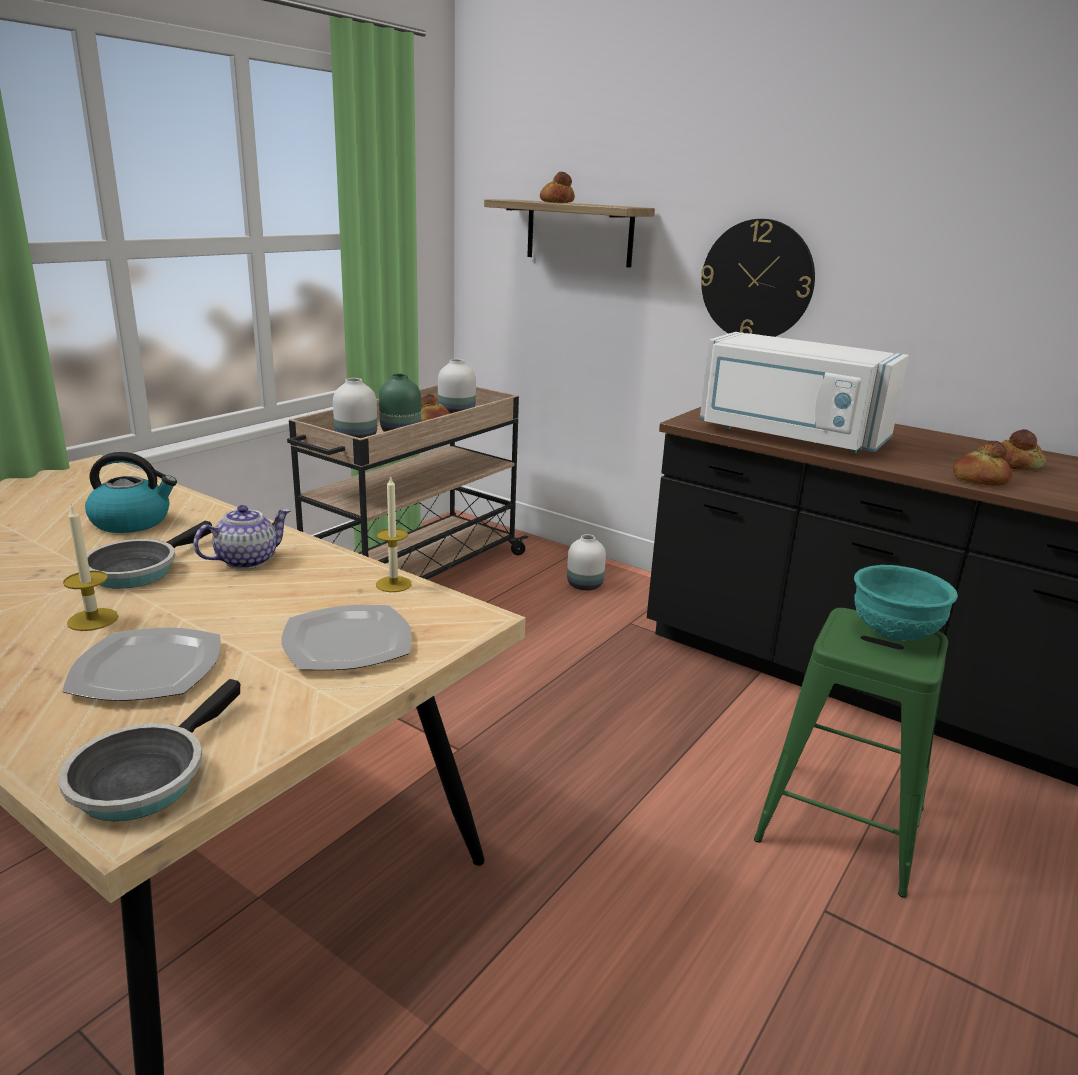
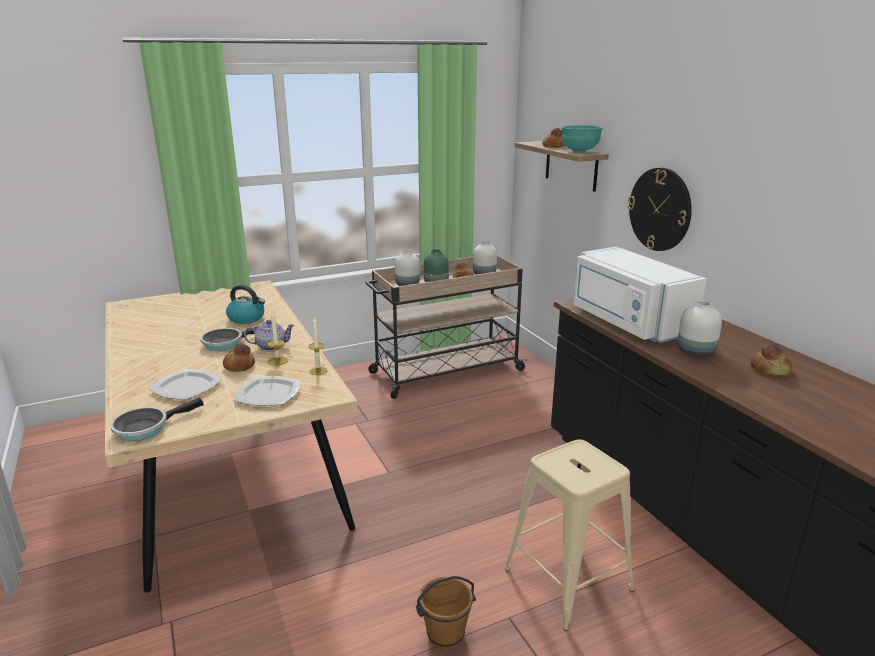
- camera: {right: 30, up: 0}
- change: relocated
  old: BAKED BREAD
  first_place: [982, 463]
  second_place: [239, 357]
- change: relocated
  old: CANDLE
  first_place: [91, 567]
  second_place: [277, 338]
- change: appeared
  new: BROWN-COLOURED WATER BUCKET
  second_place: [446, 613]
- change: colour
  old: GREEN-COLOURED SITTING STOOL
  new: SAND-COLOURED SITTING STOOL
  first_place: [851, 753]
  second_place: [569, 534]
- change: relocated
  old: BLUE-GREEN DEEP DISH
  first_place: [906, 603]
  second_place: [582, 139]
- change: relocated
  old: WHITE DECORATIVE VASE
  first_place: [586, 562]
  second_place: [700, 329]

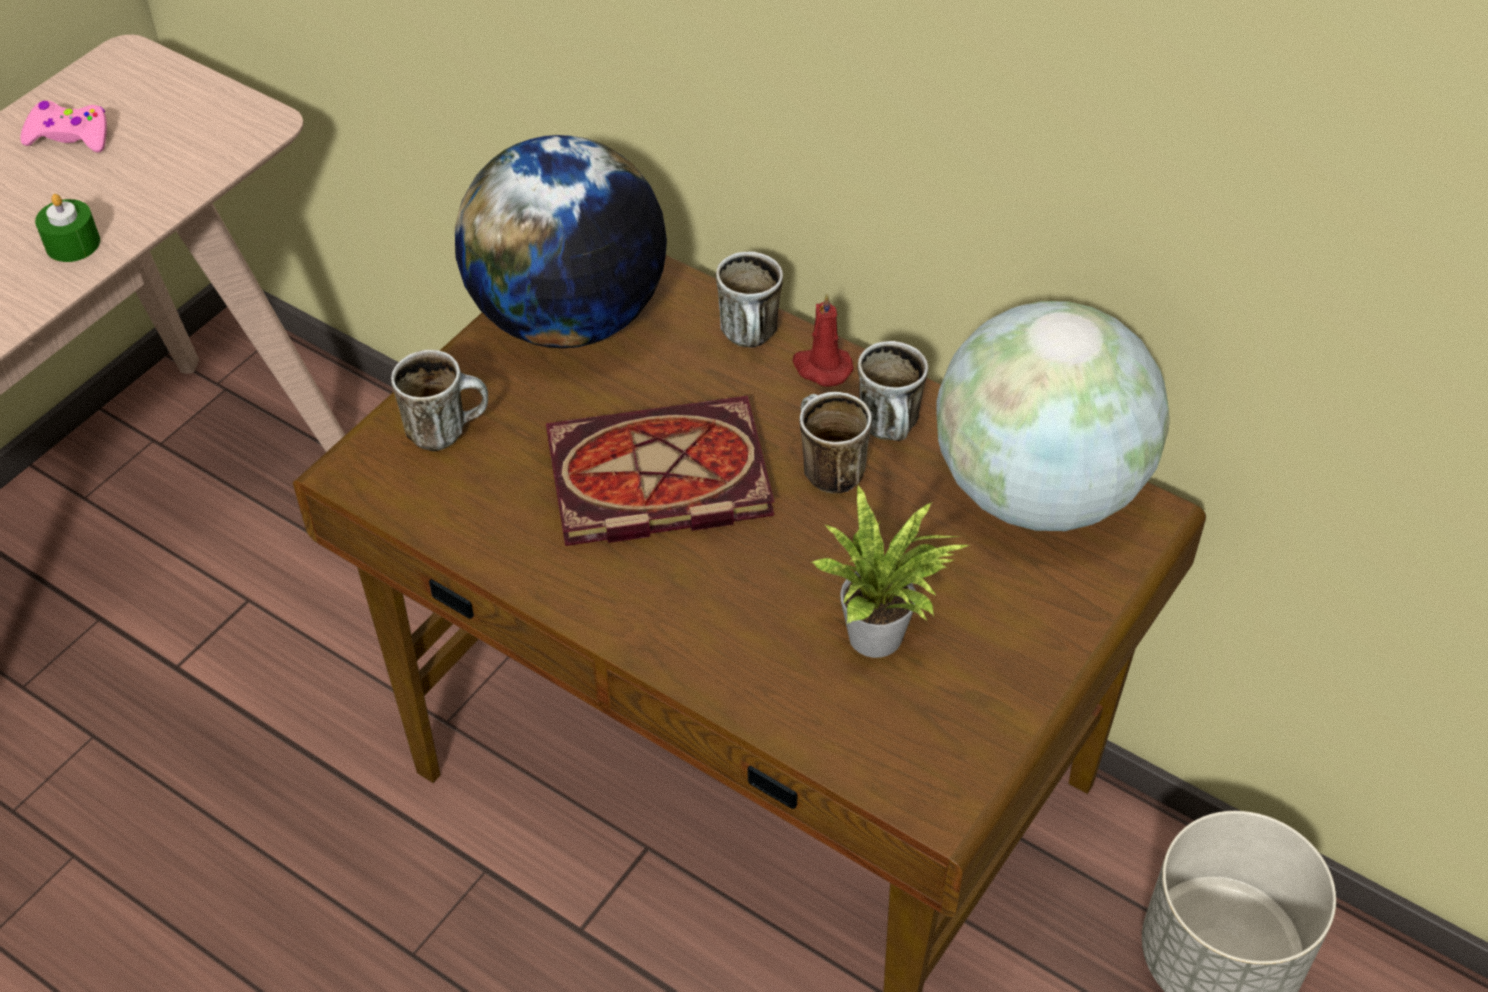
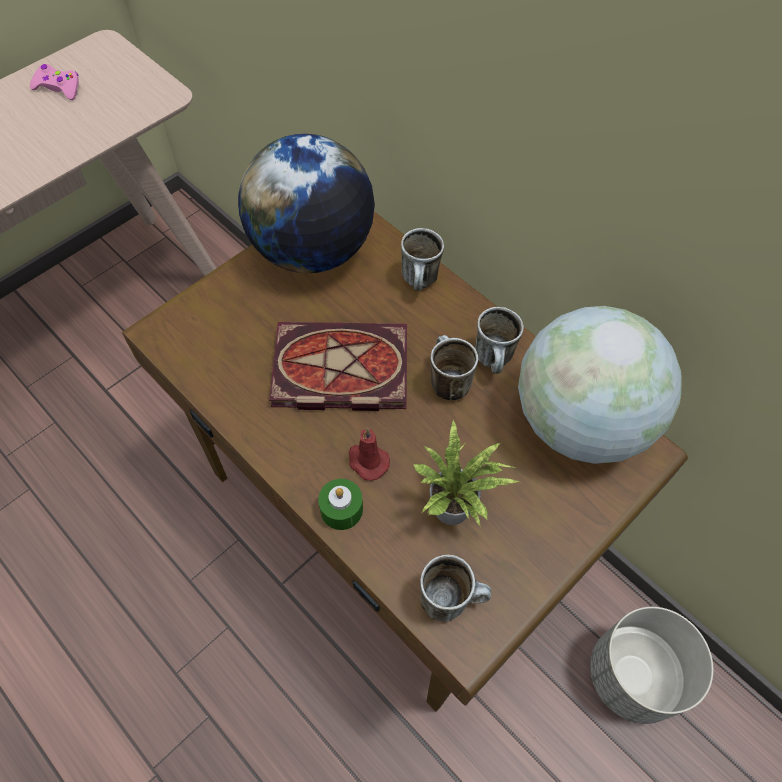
- camera: {right: 10, up: 10}
- change: relocated
  old: GREEN-COLOURED CANDLE
  first_place: [67, 228]
  second_place: [340, 504]
- change: relocated
  old: RED CANDLE
  first_place: [823, 340]
  second_place: [369, 454]
- change: relocated
  old: TEA MUG
  first_place: [439, 400]
  second_place: [455, 588]

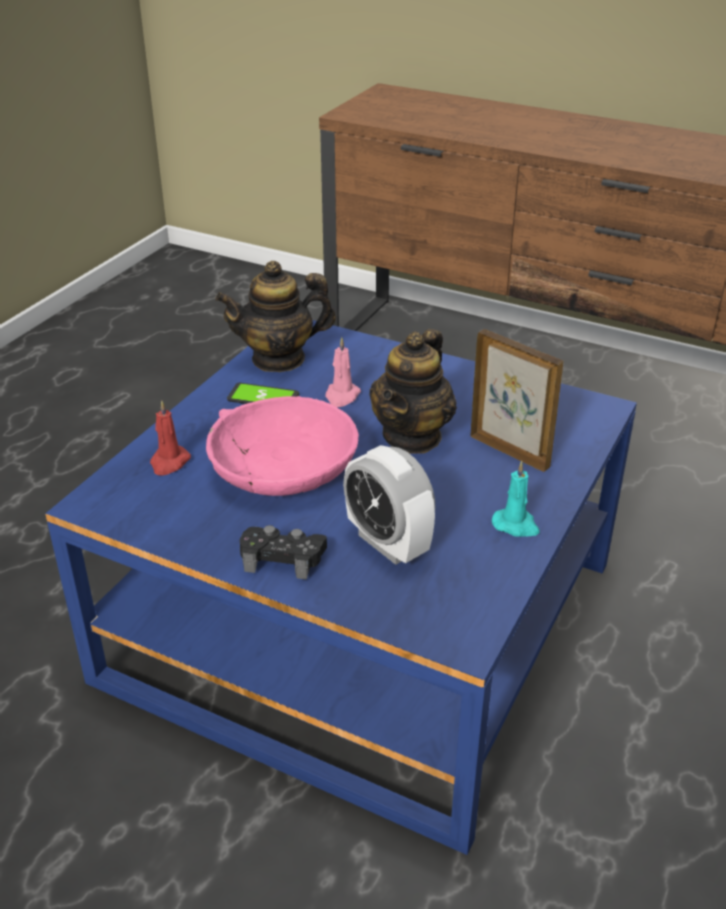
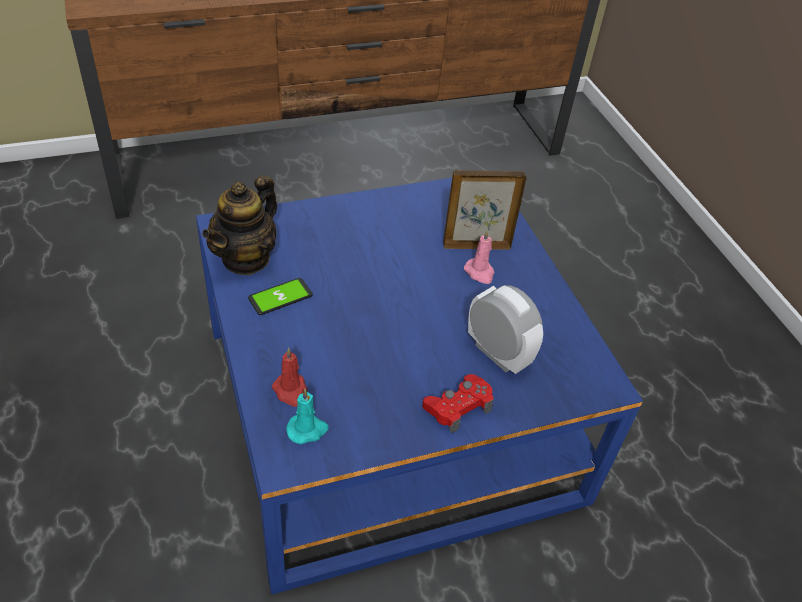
- camera: {right: -50, up: 10}
- change: relocated
  old: BLUE-GREEN CANDLE
  first_place: [516, 499]
  second_place: [307, 416]
- change: colour
  old: BLACK-COLOURED GAMEPAD
  new: RED GAMEPAD
  first_place: [283, 552]
  second_place: [458, 403]
- change: relocated
  old: PINK CANDLE
  first_place: [343, 372]
  second_place: [479, 257]
- change: spun
  old: ALARM CLOCK
  first_place: [389, 505]
  second_place: [505, 329]
  degrees: -135
- change: missing
  old: PINK DEEP DISH
  first_place: [282, 446]
- change: missing
  old: TEAPOT
  first_place: [413, 391]

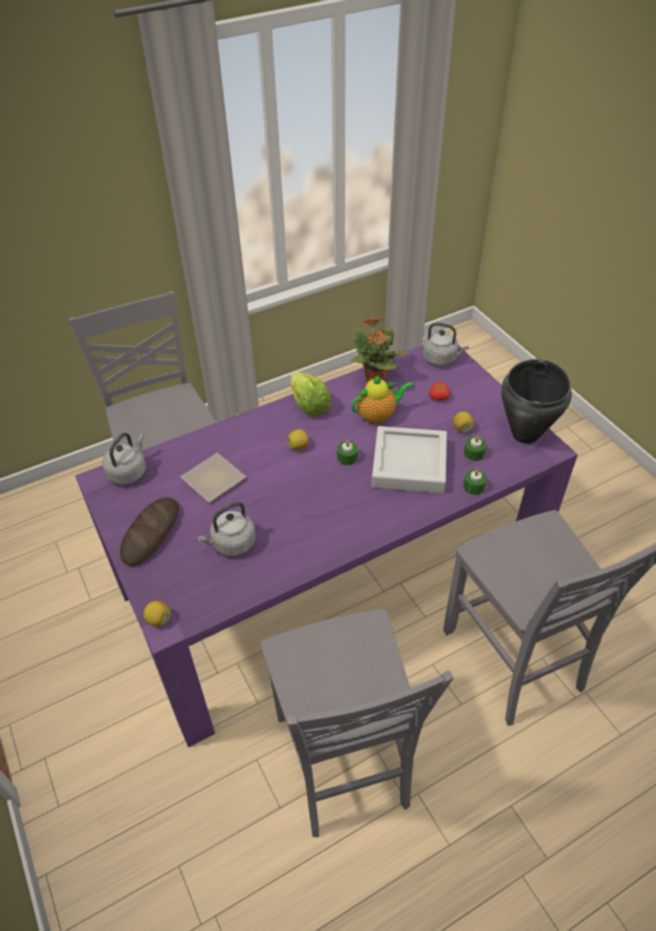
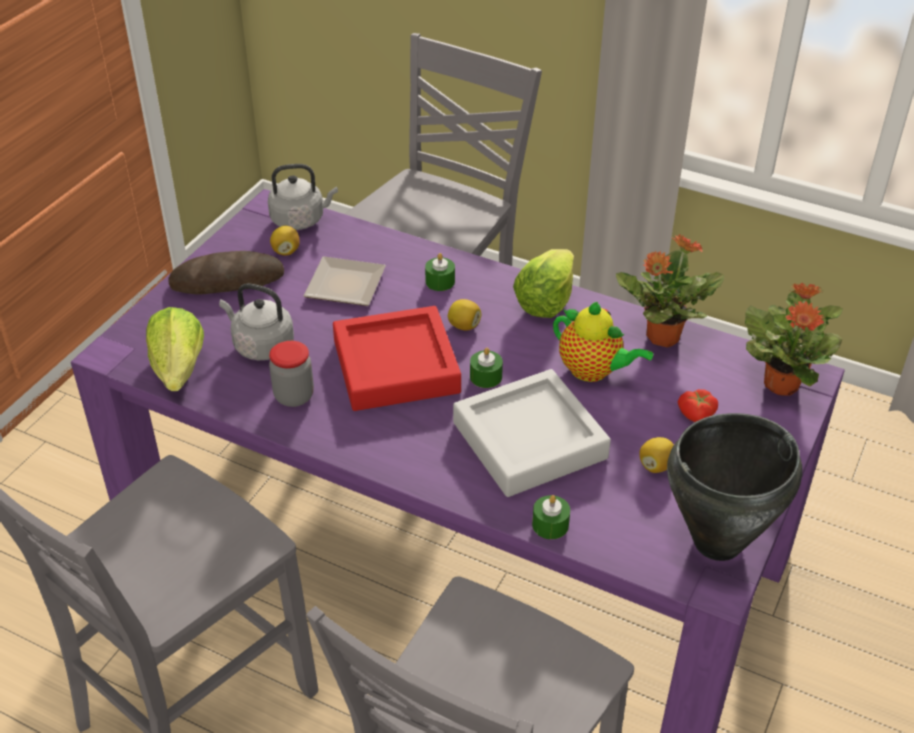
- camera: {right: 55, up: -5}
- change: appeared
  new: LETTUCE
  second_place: [175, 349]
- change: appeared
  new: PRESERVE JAR
  second_place: [291, 374]
- change: relocated
  old: WHOLE LEMON
  first_place: [157, 613]
  second_place: [285, 241]
- change: appeared
  new: RED TRAY
  second_place: [397, 358]
- change: relocated
  old: GREEN-COLOURED CANDLE
  first_place: [475, 448]
  second_place: [440, 272]
- change: exchanged
  old: GRAY KETTLE
  new: PLANT IN A POT
  first_place: [445, 344]
  second_place: [794, 339]

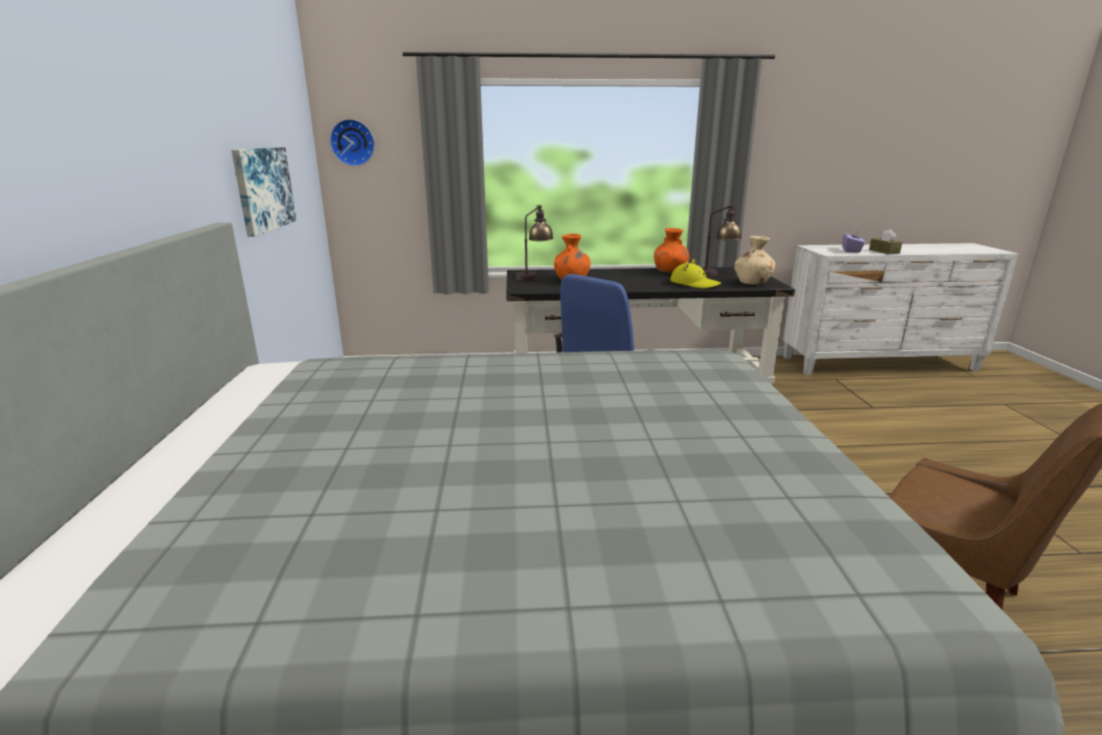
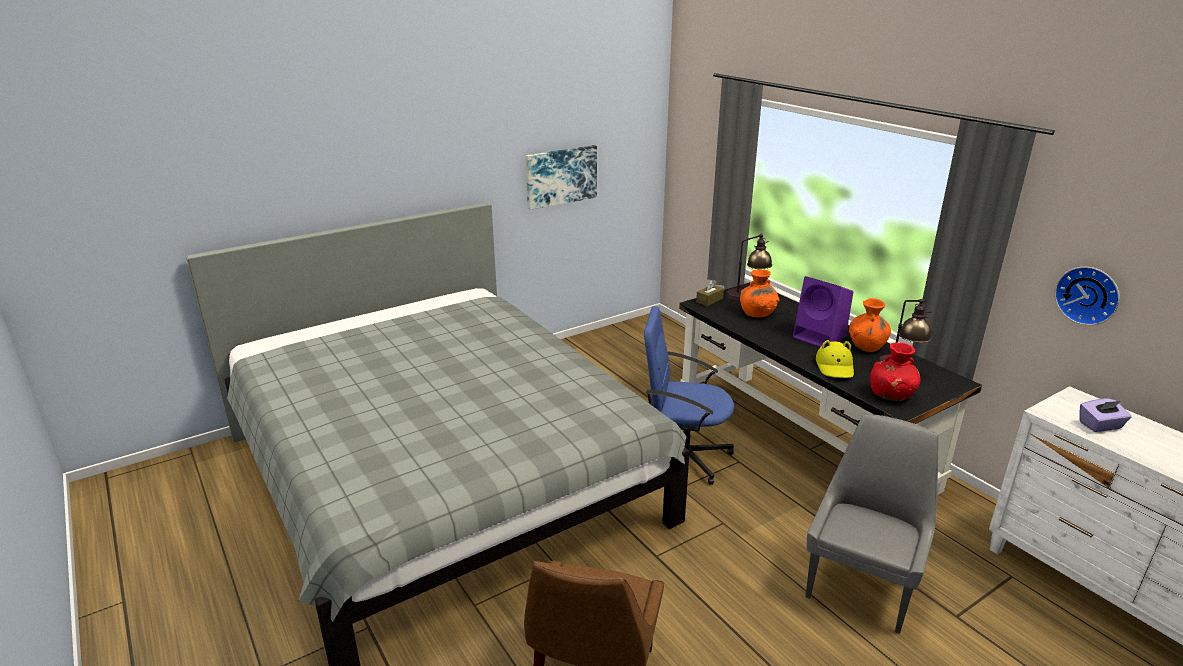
- camera: {right: 60, up: 5}
- change: relocated
  old: BROWN-COLOURED TISSUE BOX
  first_place: [885, 241]
  second_place: [710, 293]
- change: appeared
  new: PURPLE AUDIO SPEAKER
  second_place: [823, 311]
- change: appeared
  new: GRAY PLAIN CHAIR
  second_place: [872, 524]
- change: colour
  old: SAND-COLOURED DECORATIVE VASE
  new: RED DECORATIVE VASE
  first_place: [755, 260]
  second_place: [895, 371]
- change: relocated
  old: WALL CLOCK
  first_place: [352, 142]
  second_place: [1087, 296]

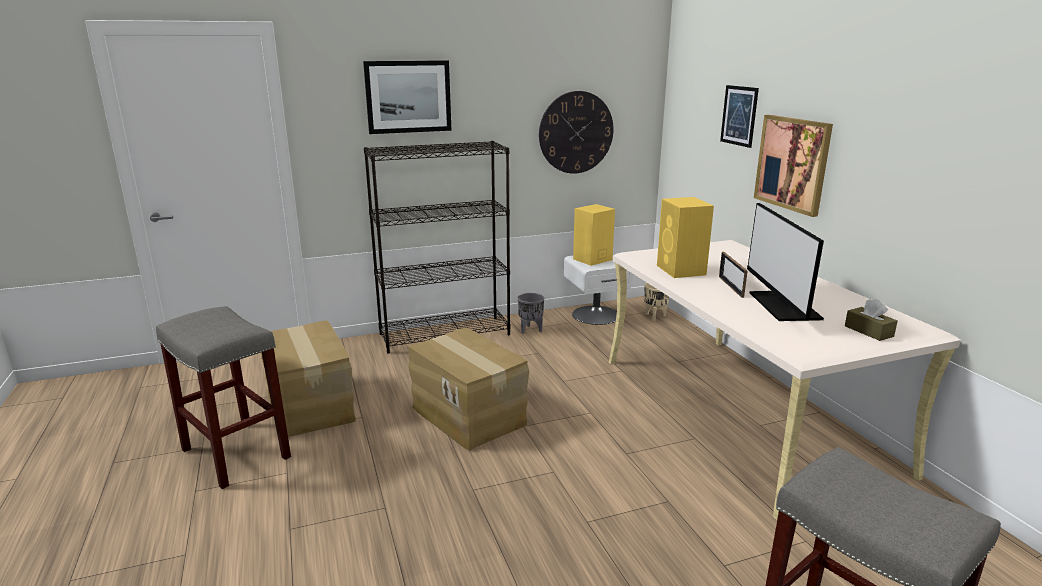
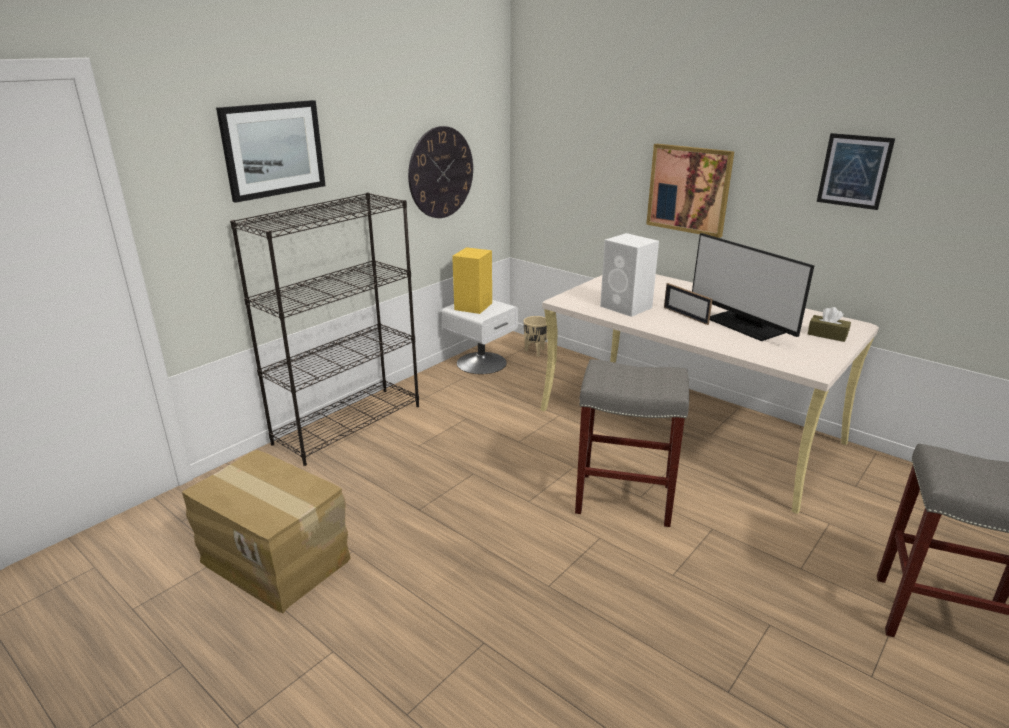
- camera: {right: -30, up: 5}
- change: relocated
  old: GRAY SITTING STOOL
  first_place: [223, 397]
  second_place: [632, 443]
- change: colour
  old: YELLOWISH AUDIO SPEAKER
  new: WHITE AUDIO SPEAKER
  first_place: [685, 237]
  second_place: [629, 275]
- change: relocated
  old: WALL PICTURE
  first_place: [739, 116]
  second_place: [856, 171]
- change: missing
  old: CARTON
  first_place: [468, 389]
- change: missing
  old: GRAY PLANT POT
  first_place: [531, 313]

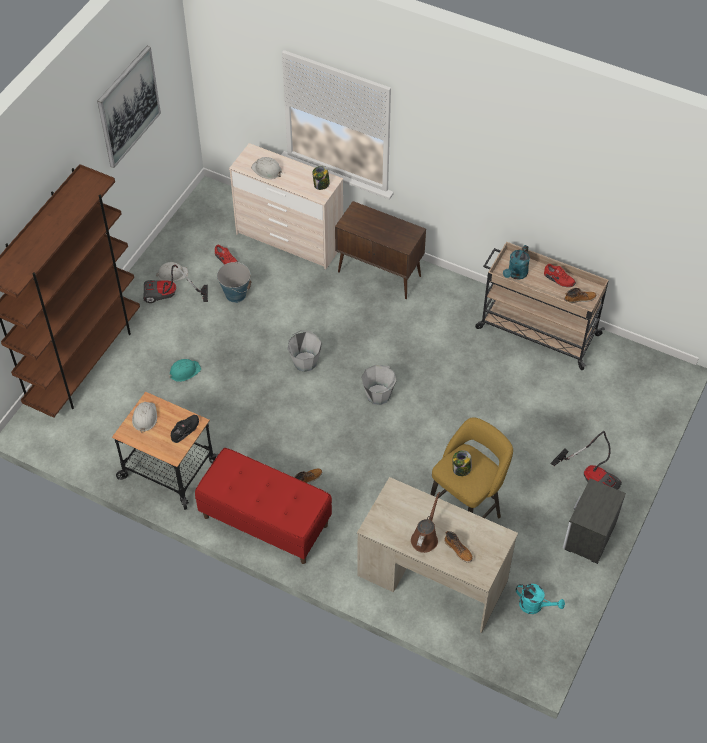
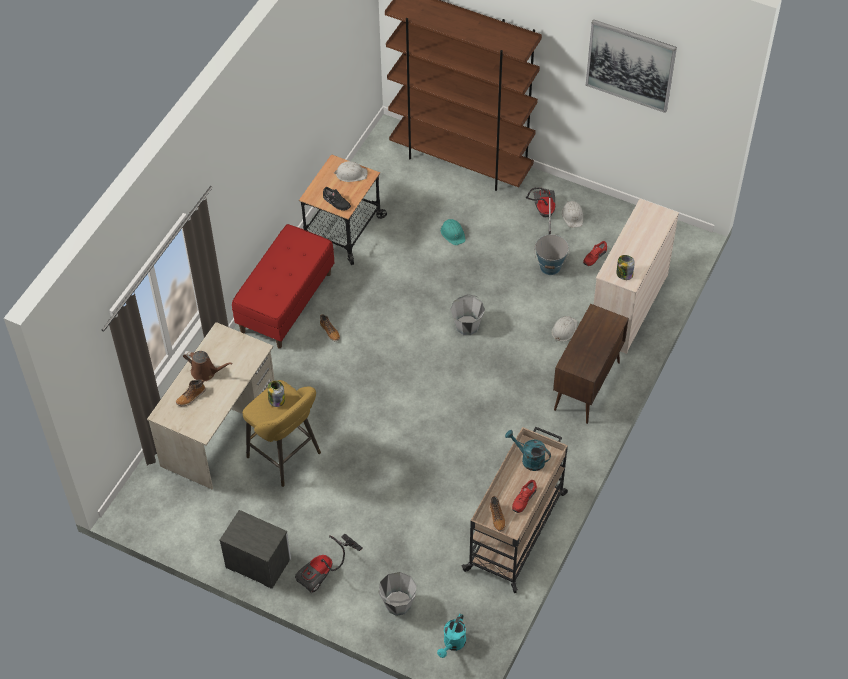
- camera: {right: 90, up: 0}
- change: relocated
  old: GRAY WATER BUCKET
  first_place: [379, 385]
  second_place: [397, 594]
- change: relocated
  old: BLUE-GREEN WATERING POT
  first_place: [540, 599]
  second_place: [451, 636]
- change: relocated
  old: WHITE HARD HAT
  first_place: [266, 168]
  second_place: [564, 328]

